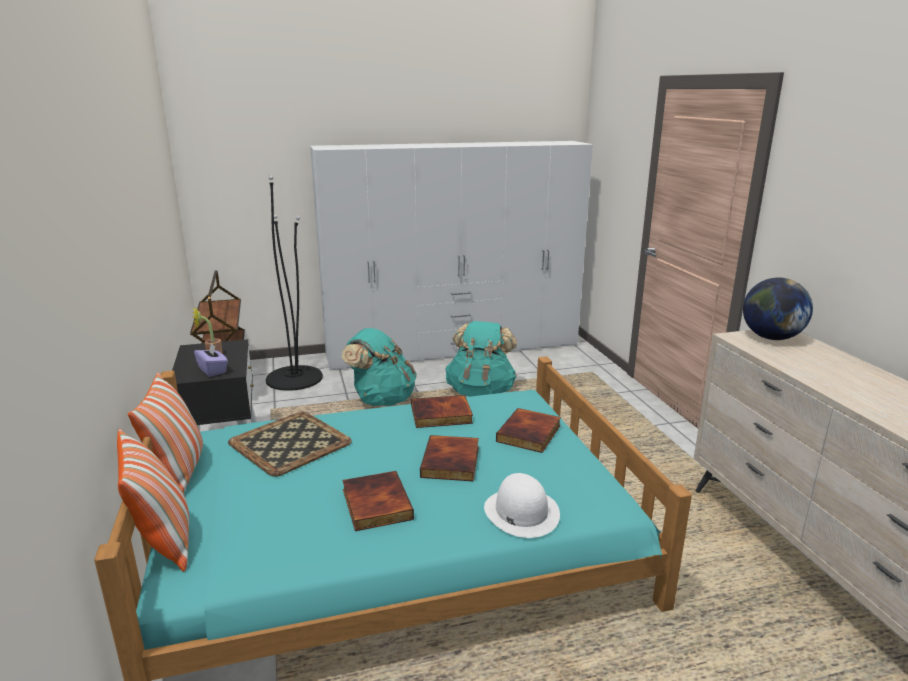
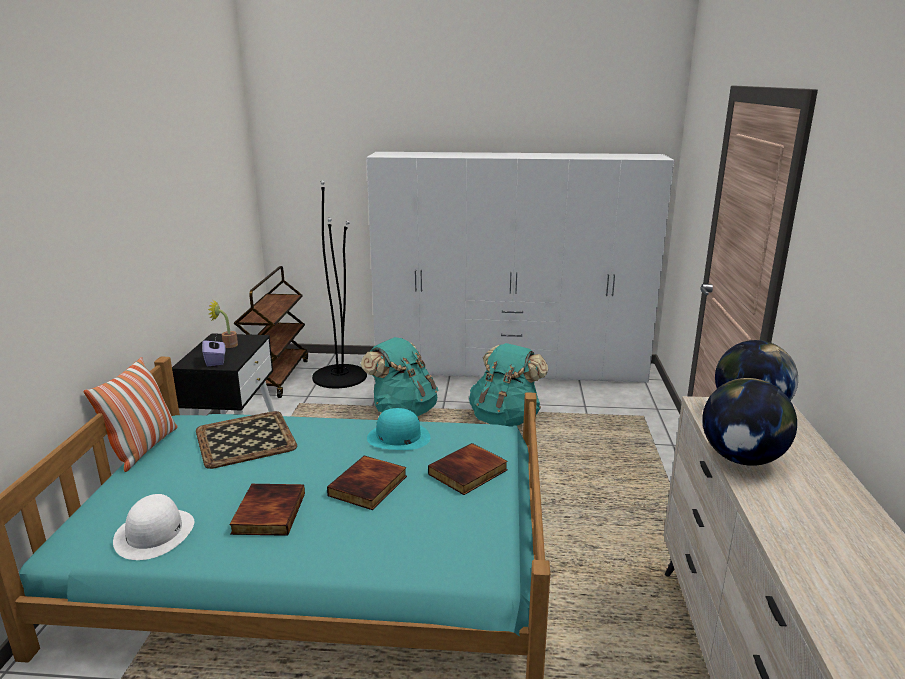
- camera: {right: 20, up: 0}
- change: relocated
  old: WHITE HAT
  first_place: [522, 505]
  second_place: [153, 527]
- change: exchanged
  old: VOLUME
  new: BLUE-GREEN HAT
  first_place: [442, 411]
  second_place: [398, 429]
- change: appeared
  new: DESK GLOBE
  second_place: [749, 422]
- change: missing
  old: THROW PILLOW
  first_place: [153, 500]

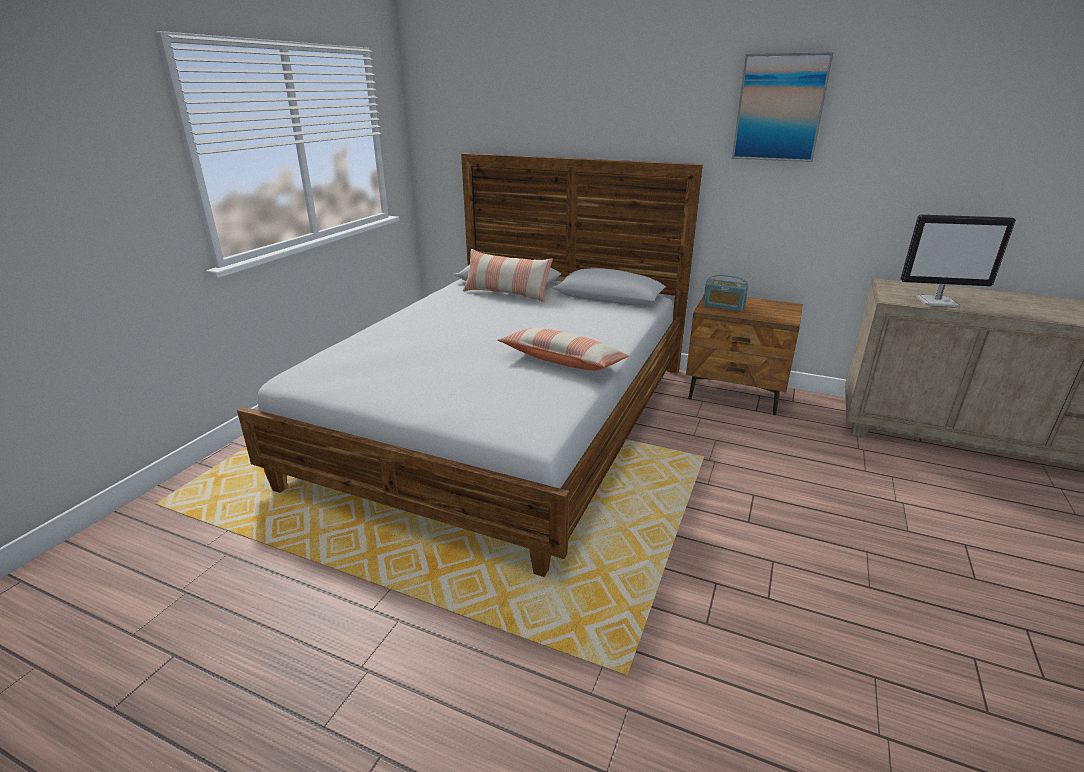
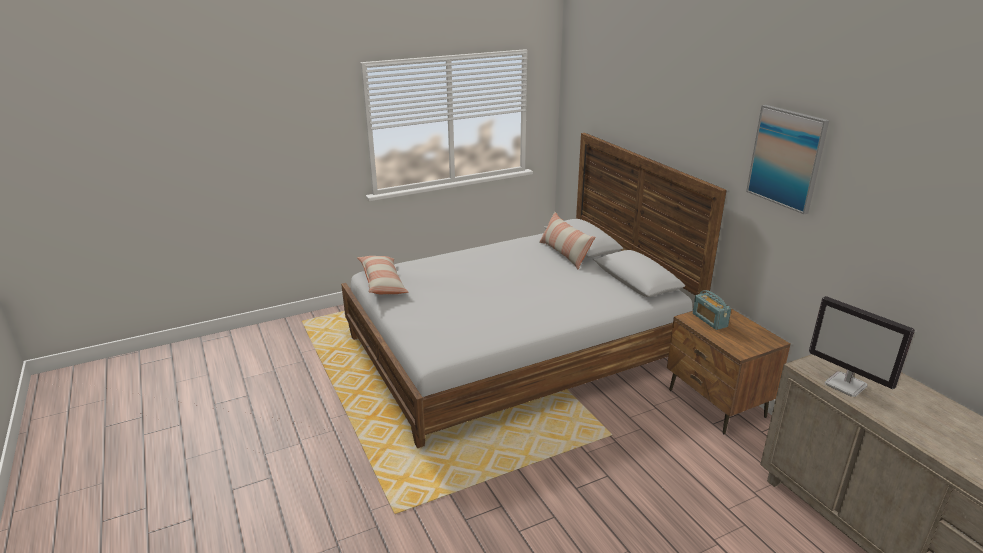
- camera: {right: 40, up: 0}
- change: relocated
  old: THROW PILLOW
  first_place: [563, 349]
  second_place: [383, 275]

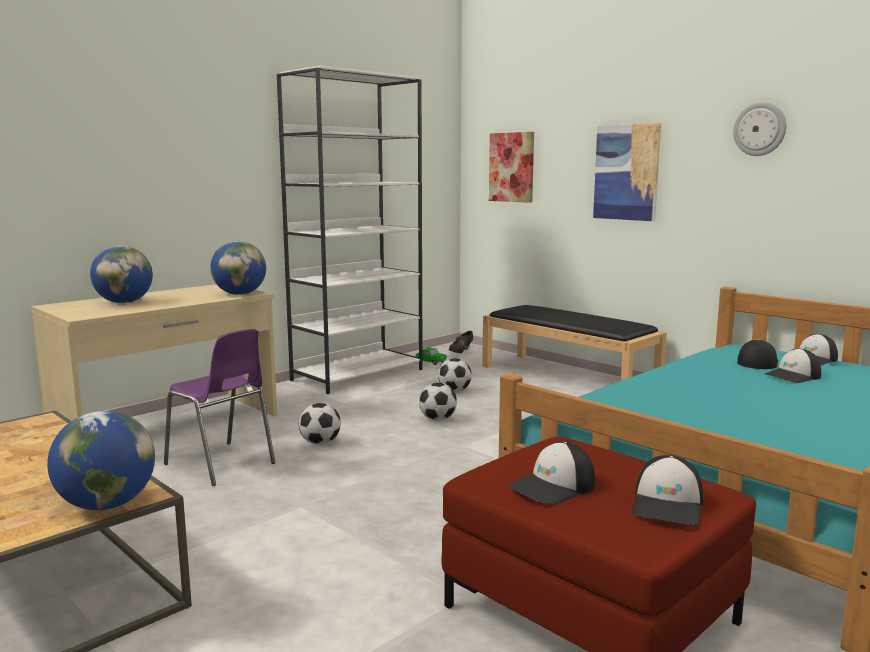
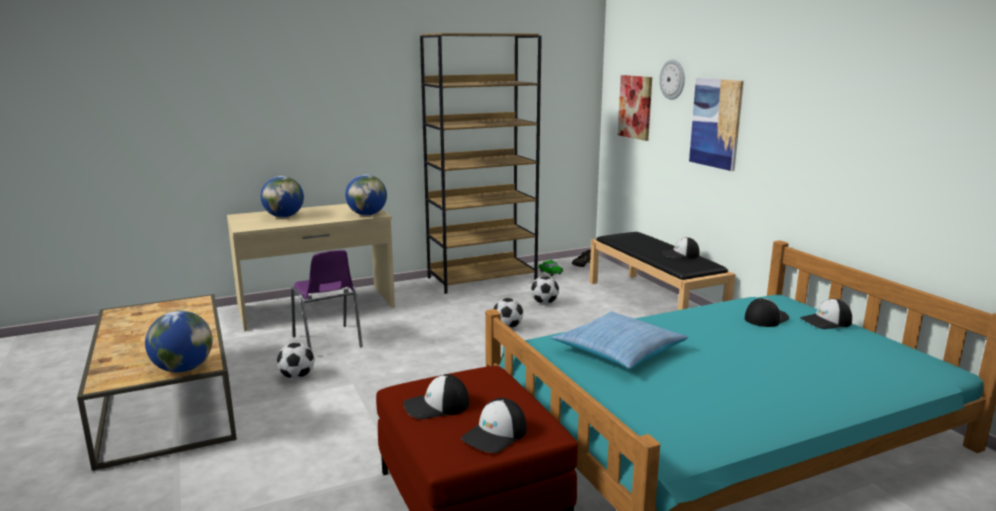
- camera: {right: 20, up: 5}
- change: relocated
  old: FOOTBALL BALL
  first_place: [320, 424]
  second_place: [295, 360]
- change: colour
  old: WHITE BOOKCASE
  new: BROWN-COLOURED BOOKCASE
  first_place: [350, 230]
  second_place: [481, 163]
- change: appeared
  new: THROW PILLOW
  second_place: [619, 340]
- change: relocated
  old: WALL CLOCK
  first_place: [759, 129]
  second_place: [672, 80]
- change: relocated
  old: BASEBALL CAP
  first_place: [792, 366]
  second_place: [680, 248]

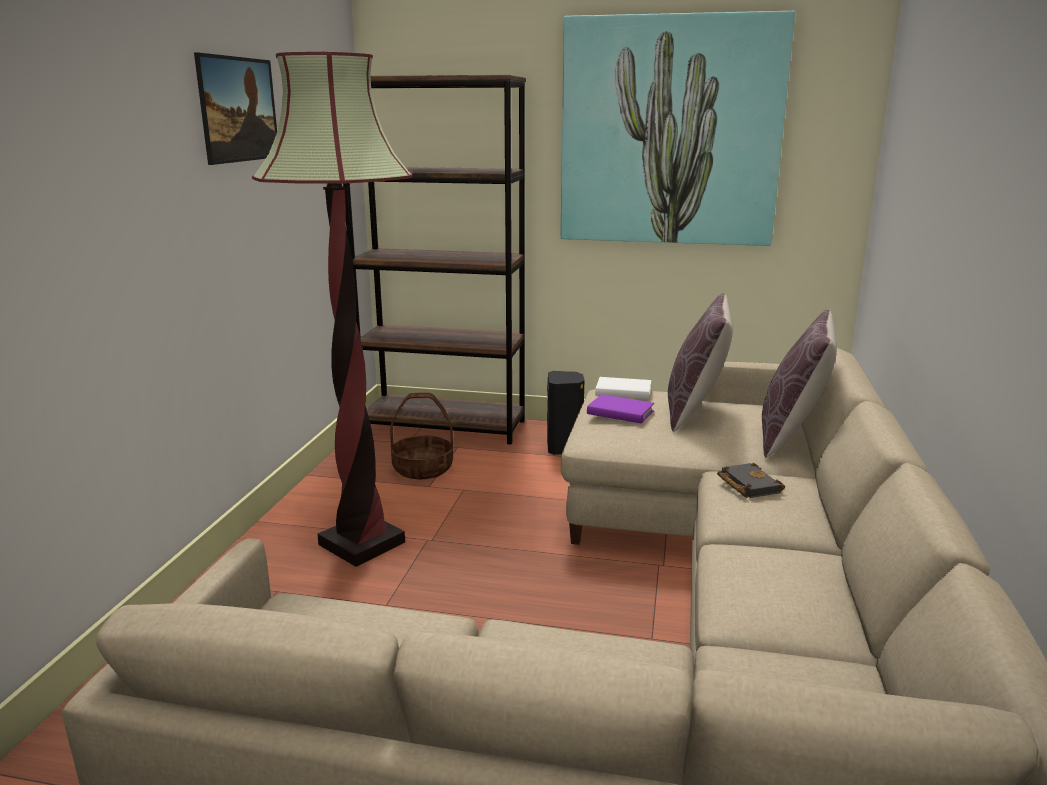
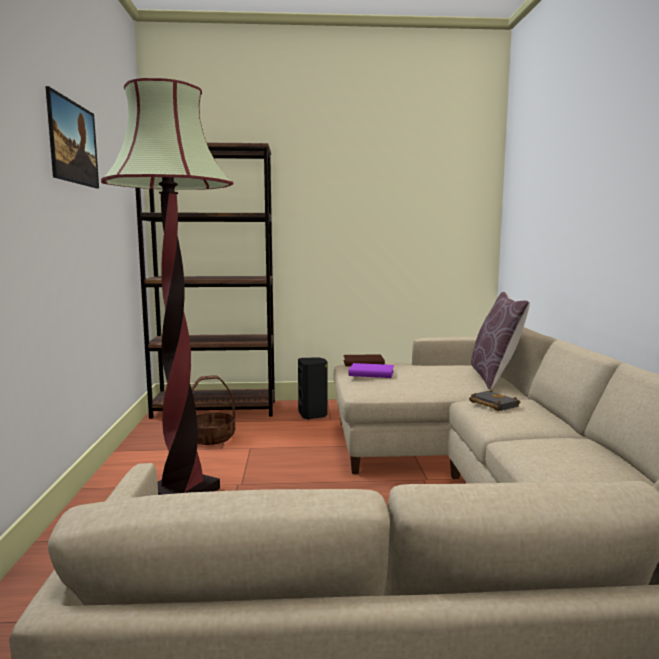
- camera: {right: -15, up: -10}
- change: colour
  old: WHITE VOLUME
  new: BROWN-COLOURED VOLUME
  first_place: [623, 388]
  second_place: [364, 360]
- change: missing
  old: WALL PICTURE
  first_place: [678, 128]
- change: missing
  old: BROWN-COLOURED THROW PILLOW
  first_place: [700, 362]

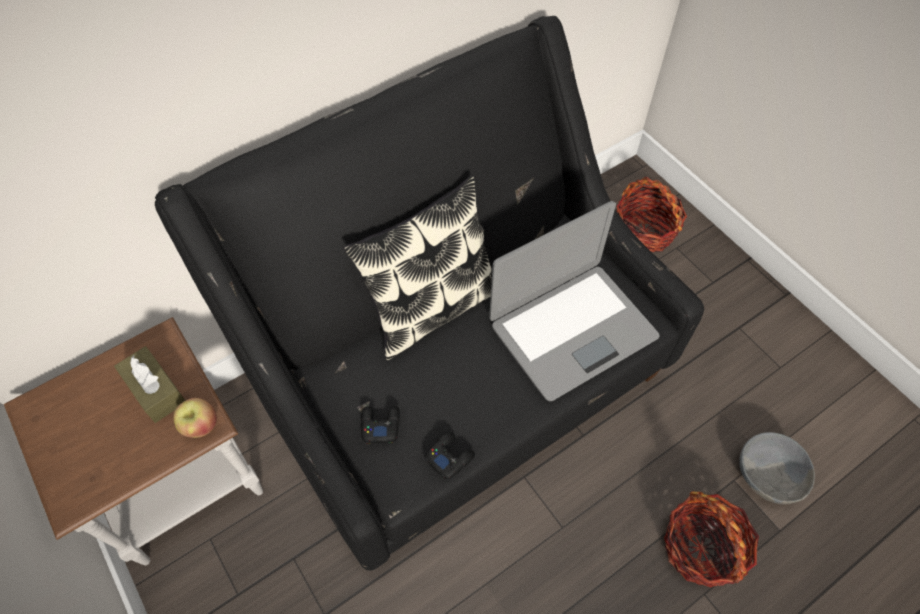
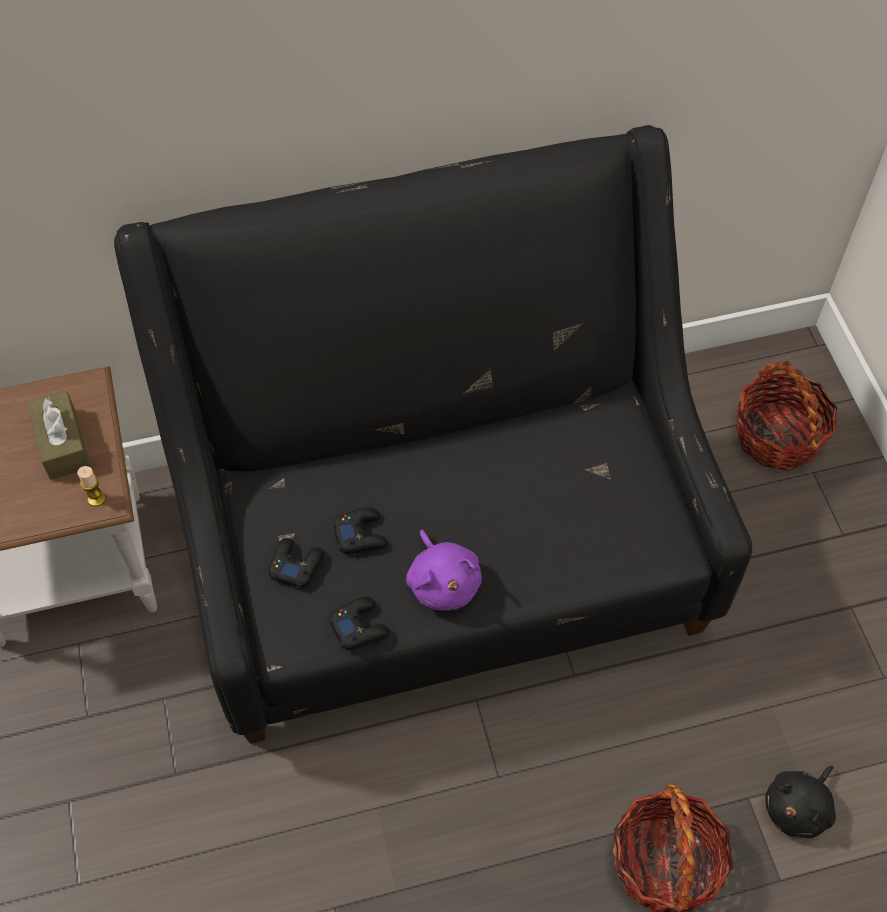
- camera: {right: 20, up: 0}
- change: exchanged
  old: APPLE FRUIT
  new: CANDLE
  first_place: [195, 418]
  second_place: [91, 486]
- change: appeared
  new: BLACK-COLOURED GAMEPAD
  second_place: [360, 530]
- change: appeared
  new: PURPLE PLUSH TOY
  second_place: [444, 570]
- change: exchanged
  old: GRAY DEEP DISH
  new: BLACK-COLOURED PLUSH TOY
  first_place: [777, 468]
  second_place: [800, 802]
- change: missing
  old: THROW PILLOW
  first_place: [417, 268]
- change: missing
  old: LAPTOP
  first_place: [574, 301]

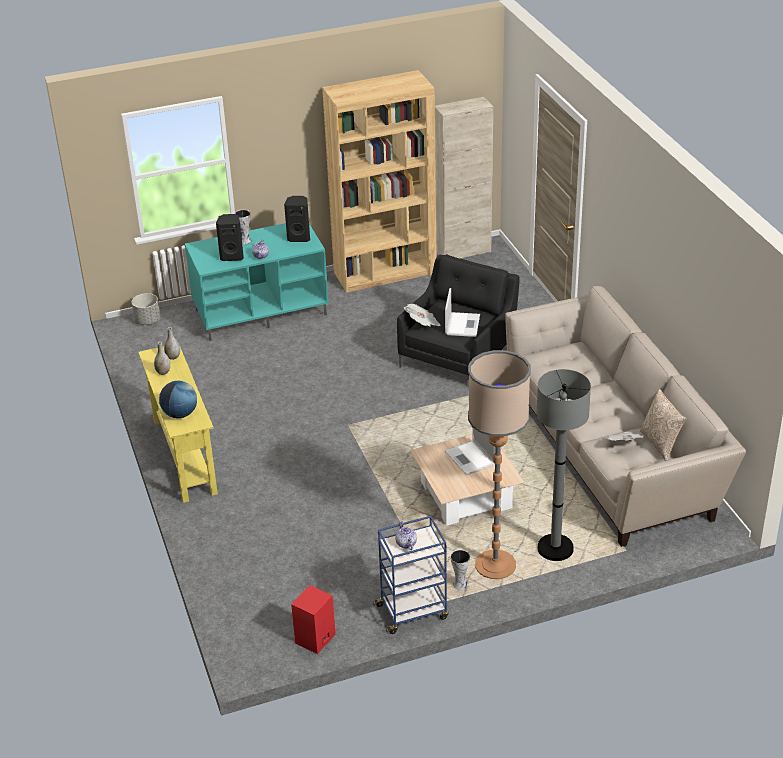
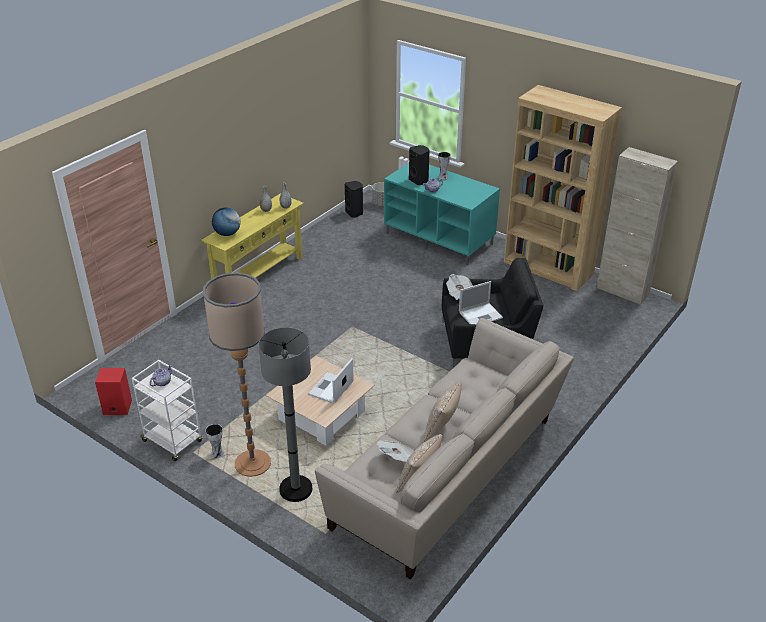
- camera: {right: 55, up: 0}
- change: colour
  old: BLUE-COLOURED WHEELED CART
  new: WHITE WHEELED CART
  first_place: [411, 575]
  second_place: [167, 410]
- change: relocated
  old: BLACK-COLOURED AUDIO SPEAKER
  first_place: [297, 219]
  second_place: [354, 199]
- change: appeared
  new: THROW PILLOW
  second_place: [443, 411]

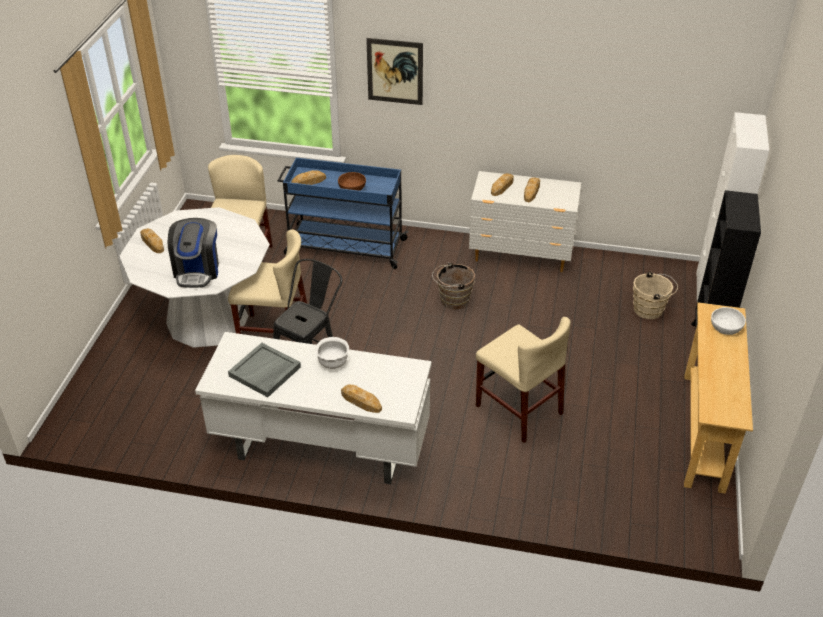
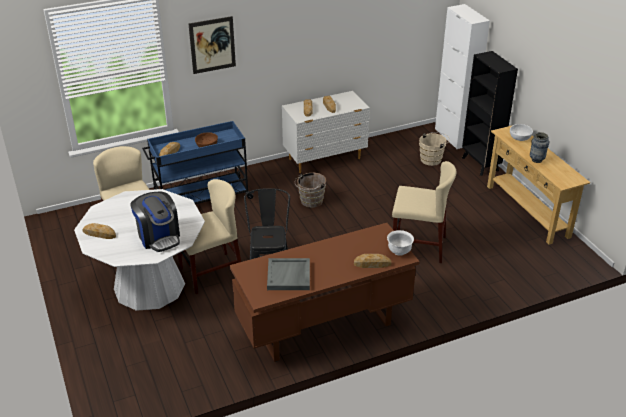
- camera: {right: -35, up: -5}
- change: colour
  old: WHITE DESK UNIT
  new: BROWN-COLOURED DESK UNIT
  first_place: [313, 408]
  second_place: [325, 292]
- change: relocated
  old: WHITE DEEP DISH
  first_place: [332, 353]
  second_place: [400, 243]
- change: appeared
  new: DECORATIVE VASE
  second_place: [539, 147]

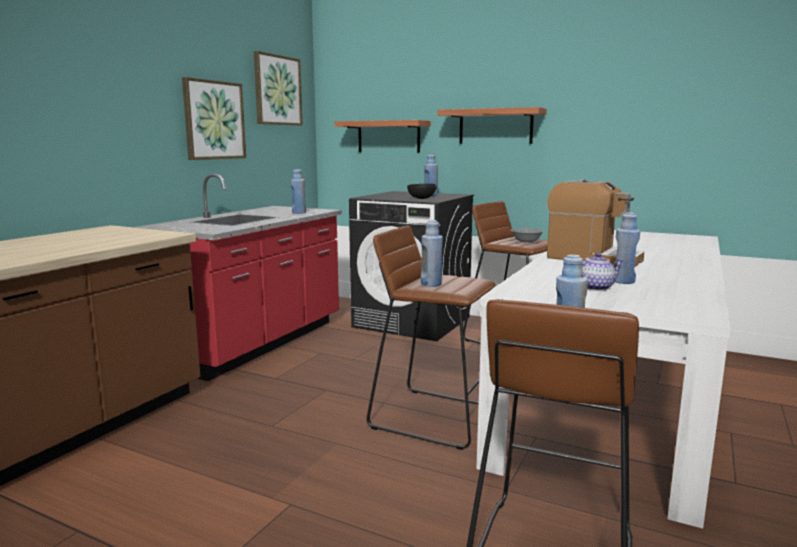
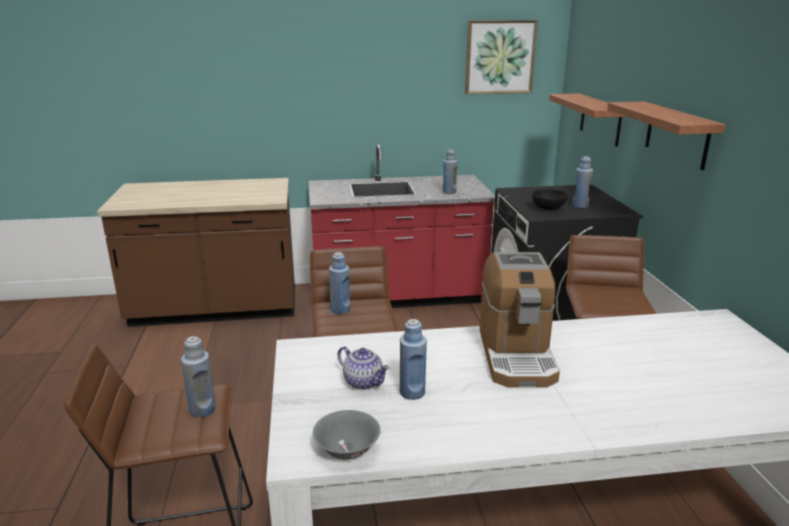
- camera: {right: 55, up: 10}
- change: relocated
  old: GRAY DEEP DISH
  first_place: [527, 236]
  second_place: [347, 435]
- change: missing
  old: WALL PICTURE
  first_place: [214, 118]

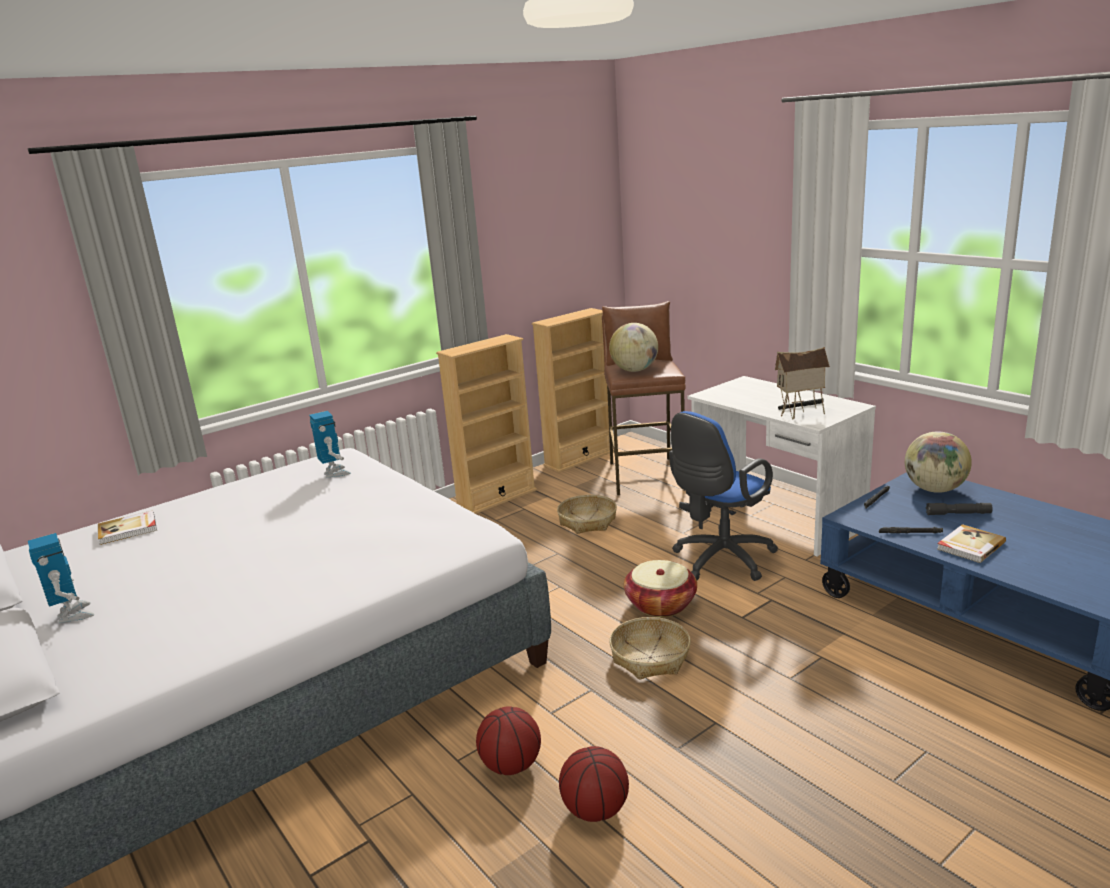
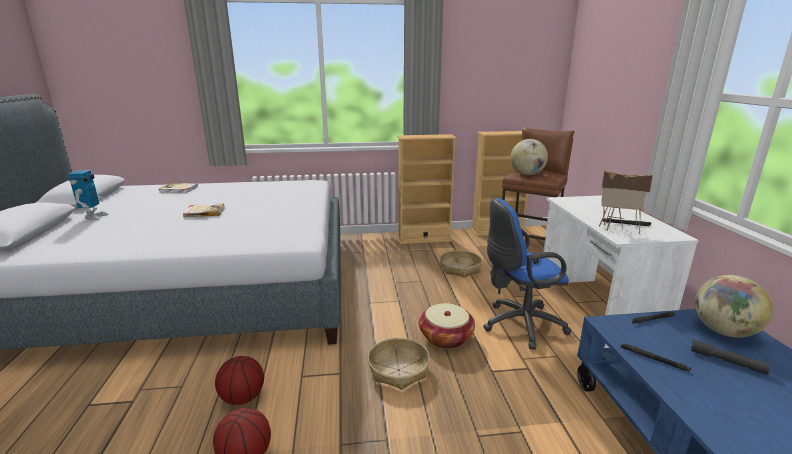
- camera: {right: 30, up: 0}
- change: relocated
  old: VOLUME
  first_place: [971, 543]
  second_place: [204, 210]
- change: missing
  old: MODEL ROBOT
  first_place: [330, 444]

